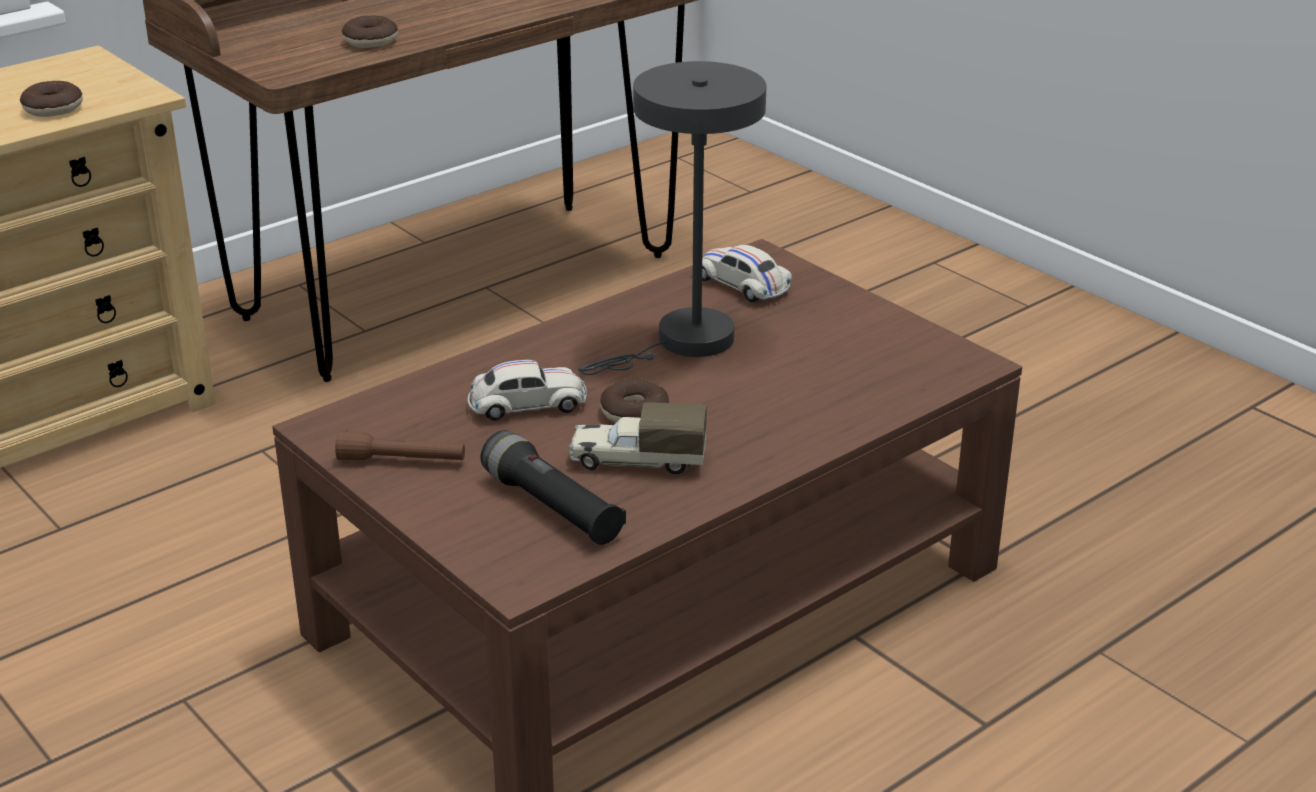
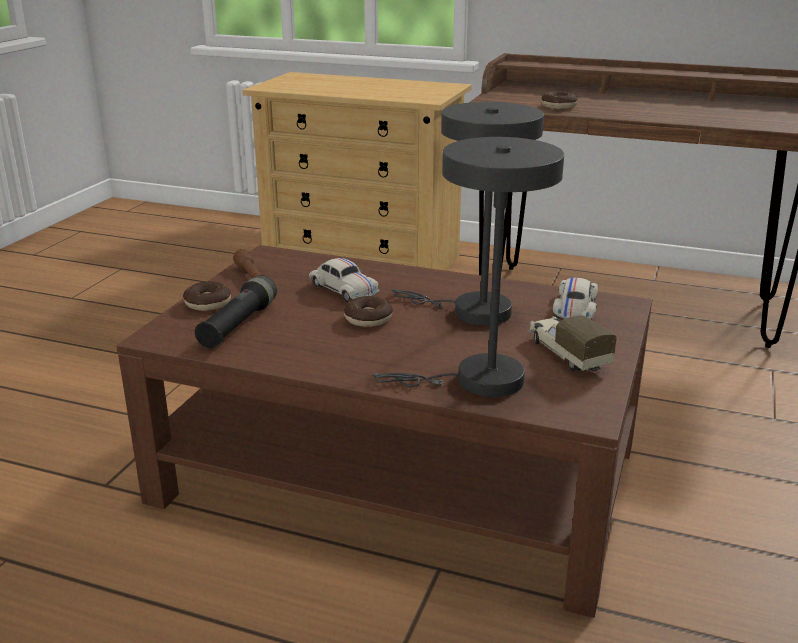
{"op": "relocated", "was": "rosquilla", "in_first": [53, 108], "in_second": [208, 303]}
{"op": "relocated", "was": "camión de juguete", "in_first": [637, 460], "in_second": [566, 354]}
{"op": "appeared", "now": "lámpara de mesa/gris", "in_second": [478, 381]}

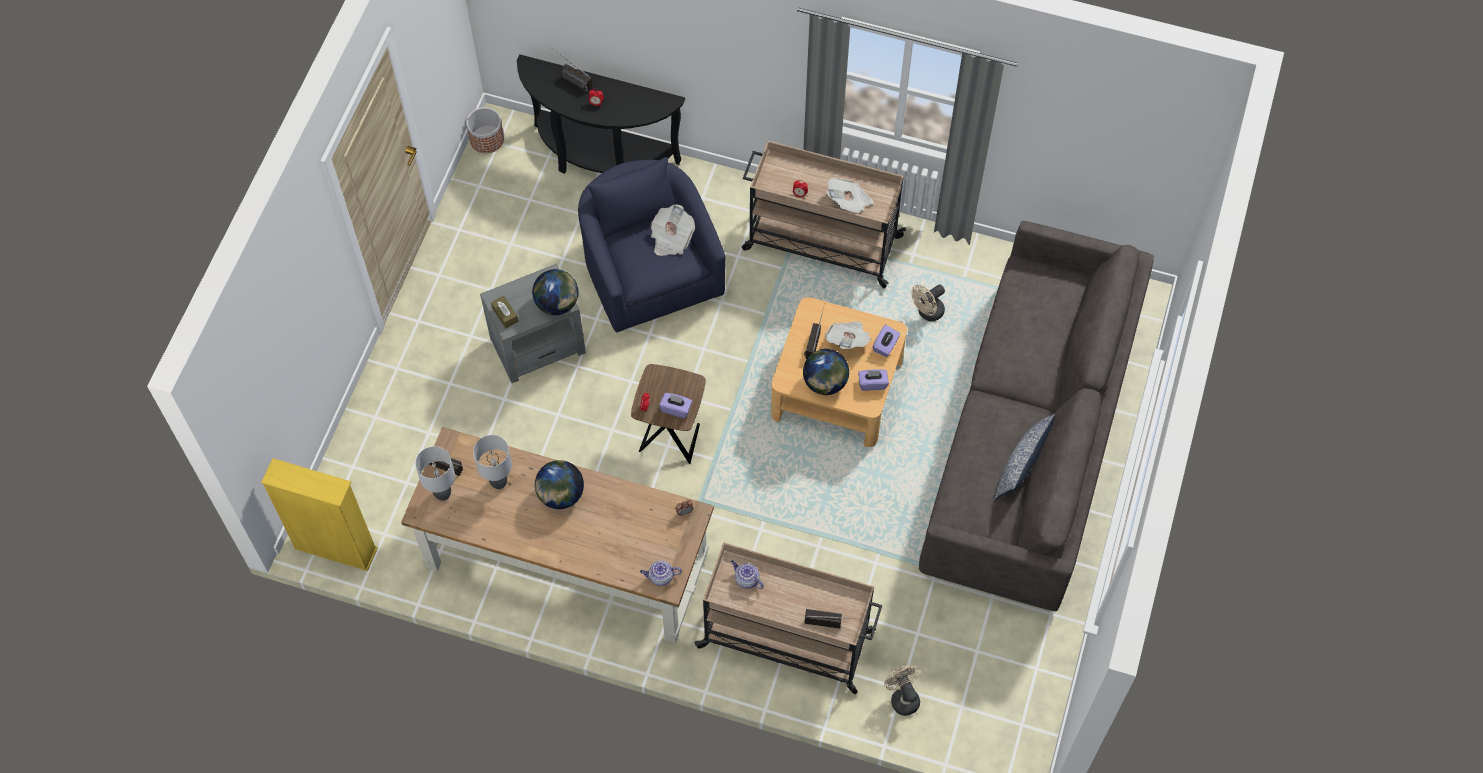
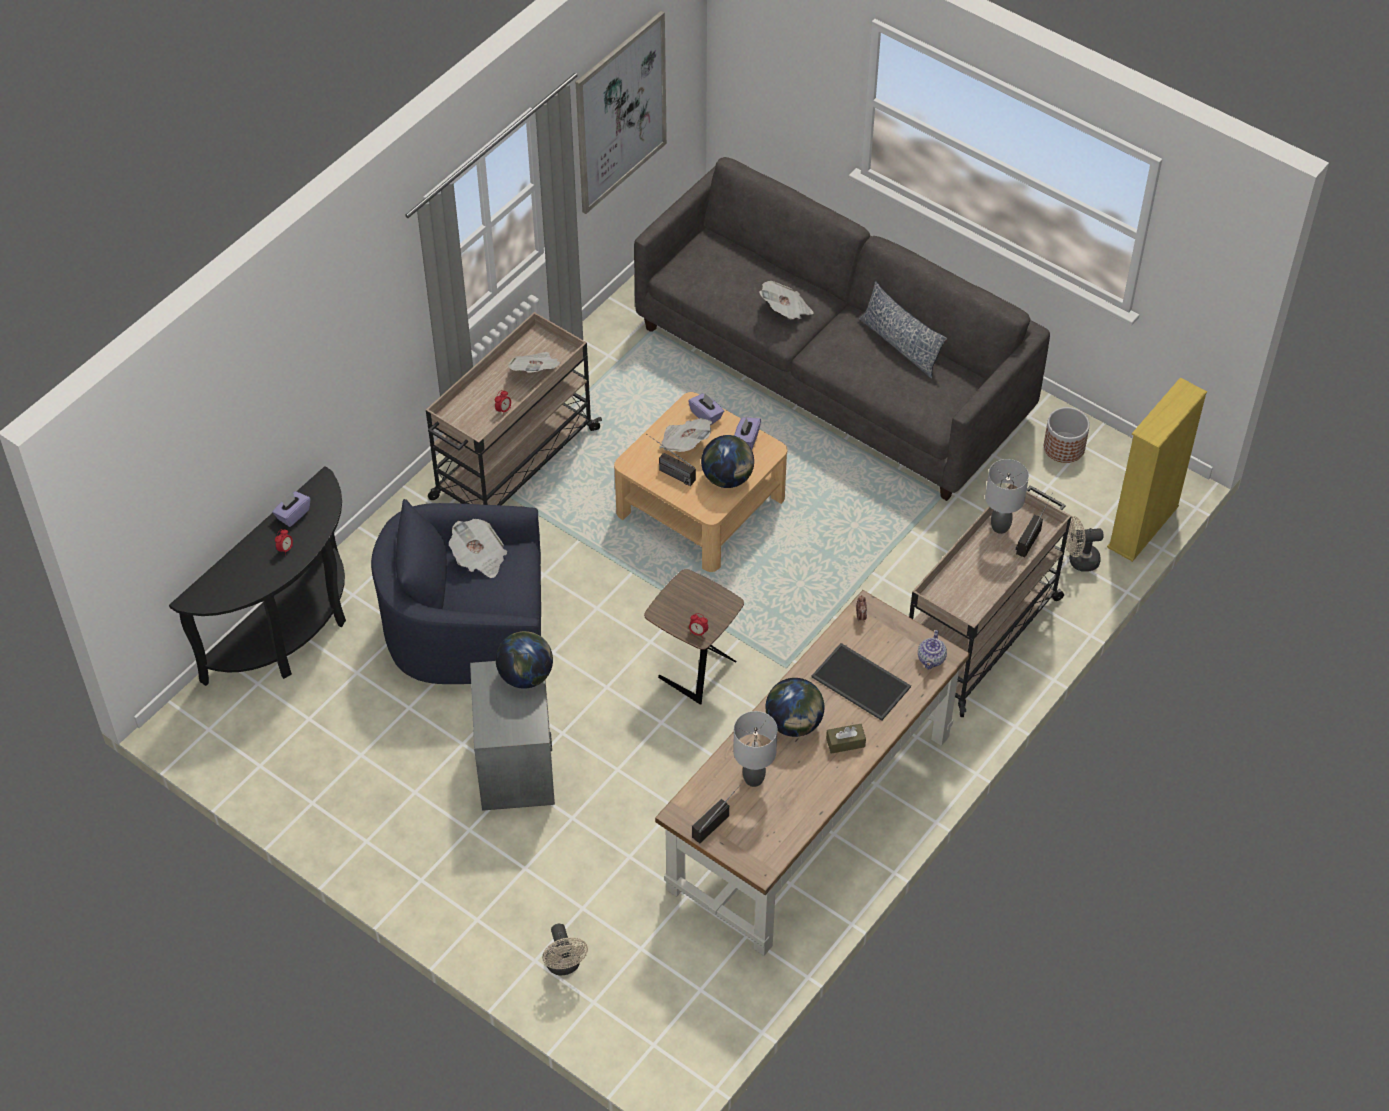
{"op": "missing", "was": "radio", "in_first": [570, 79]}
{"op": "relocated", "was": "maceta", "in_first": [487, 140], "in_second": [1064, 447]}
{"op": "relocated", "was": "ventilador/beis", "in_first": [927, 313], "in_second": [564, 966]}
{"op": "relocated", "was": "caja de pañuelos/marrón", "in_first": [505, 315], "in_second": [845, 742]}
{"op": "relocated", "was": "caja de pañuelos/morado", "in_first": [676, 409], "in_second": [293, 515]}
{"op": "relocated", "was": "lámpara de mesa/gris", "in_first": [442, 494], "in_second": [1000, 527]}
{"op": "relocated", "was": "estantería/amarillo", "in_first": [335, 548], "in_second": [1143, 527]}
{"op": "missing", "was": "tetera", "in_first": [746, 579]}
{"op": "appeared", "now": "cuadro", "in_second": [620, 112]}
{"op": "appeared", "now": "periódico", "in_second": [786, 311]}
{"op": "appeared", "now": "bandeja", "in_second": [862, 681]}

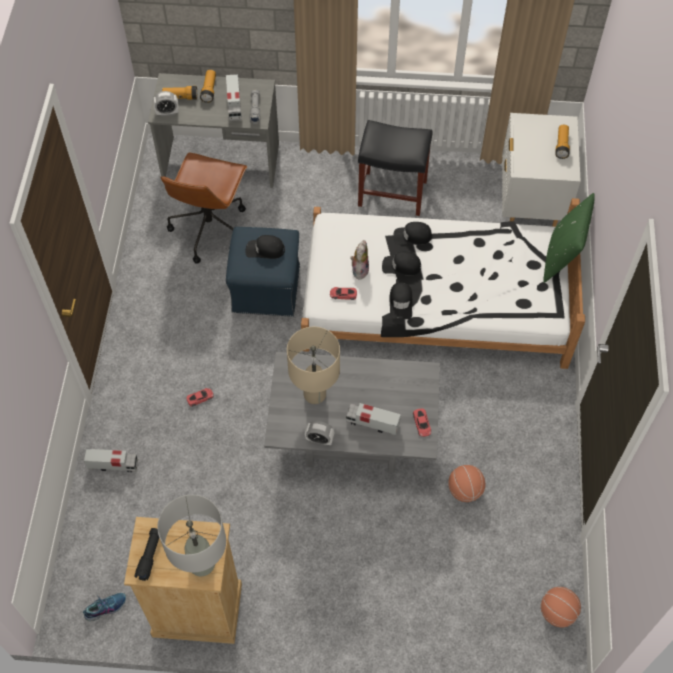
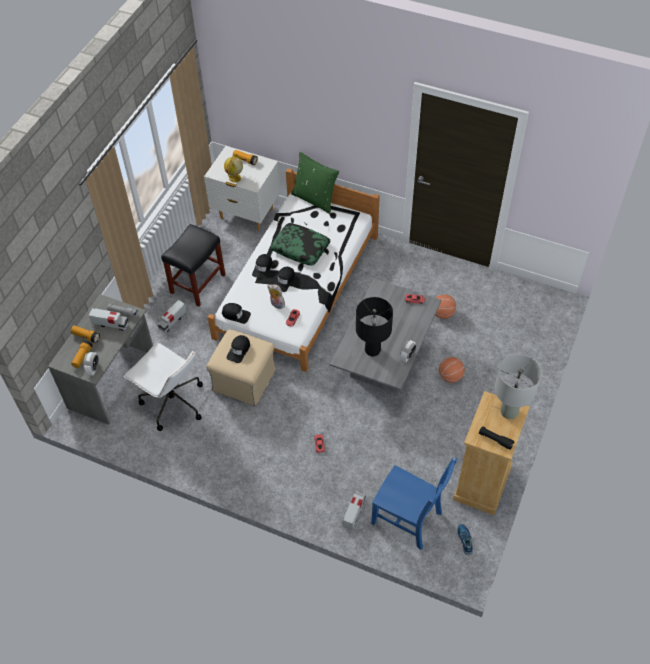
{"op": "colour", "was": "silla de oficina/marrón", "now": "silla de oficina/blanco", "in_first": [210, 228], "in_second": [172, 402]}
{"op": "colour", "was": "puf/azul", "now": "puf/beis", "in_first": [266, 289], "in_second": [244, 380]}
{"op": "relocated", "was": "gorra/negro", "in_first": [401, 303], "in_second": [236, 315]}
{"op": "colour", "was": "lámpara de mesa/beis", "now": "lámpara de mesa/negro", "in_first": [314, 394], "in_second": [372, 350]}
{"op": "relocated", "was": "camión de juguete", "in_first": [372, 423], "in_second": [172, 321]}
{"op": "relocated", "was": "balón de baloncesto", "in_first": [557, 612], "in_second": [450, 376]}
{"op": "appeared", "now": "globo terráqueo", "in_second": [235, 178]}
{"op": "appeared", "now": "cojín", "in_second": [300, 248]}
{"op": "appeared", "now": "silla/azul", "in_second": [409, 519]}

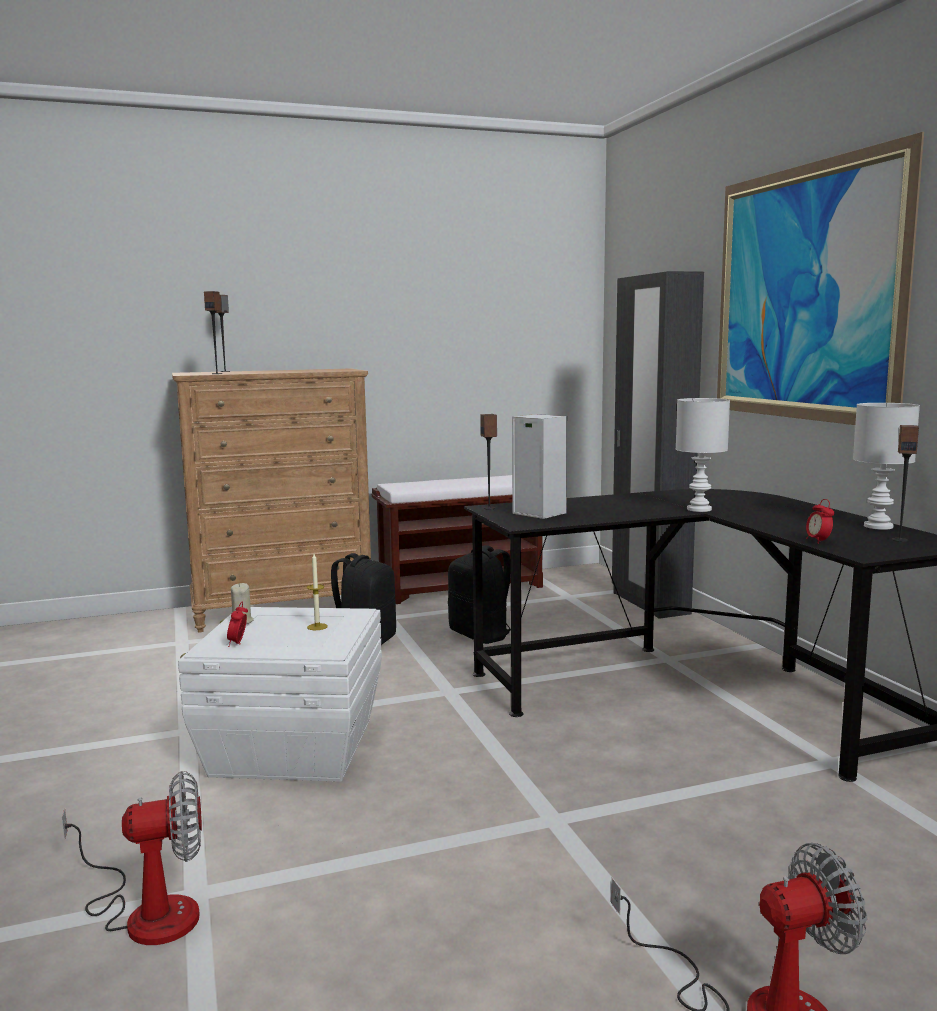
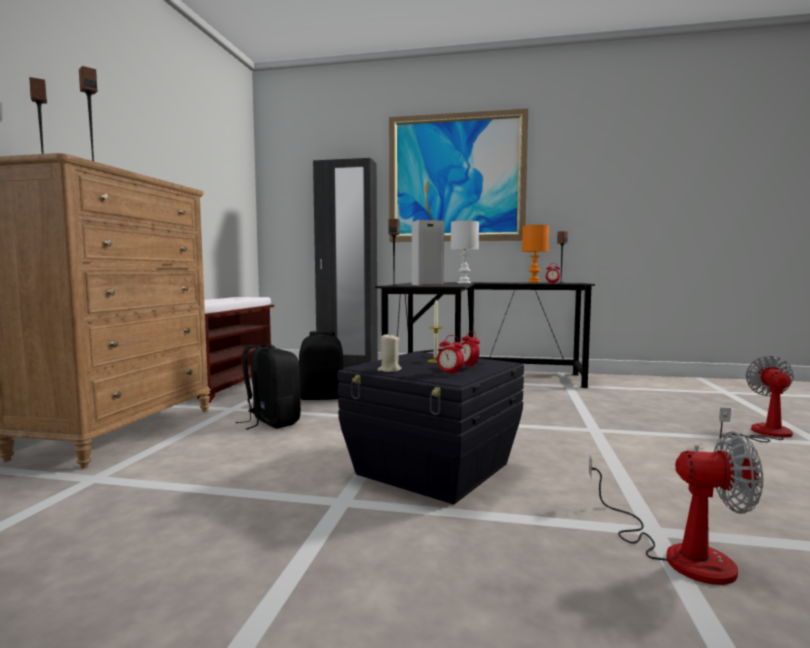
{"op": "colour", "was": "lámpara de mesa/blanco", "now": "lámpara de mesa/naranja", "in_first": [877, 526], "in_second": [533, 282]}
{"op": "colour", "was": "caja de almacenaje/blanco", "now": "caja de almacenaje/negro", "in_first": [291, 748], "in_second": [433, 469]}
{"op": "spun", "was": "ventilador", "in_first": [147, 911], "in_second": [678, 553], "clockwise": 90}
{"op": "appeared", "now": "despertador", "in_second": [468, 367]}

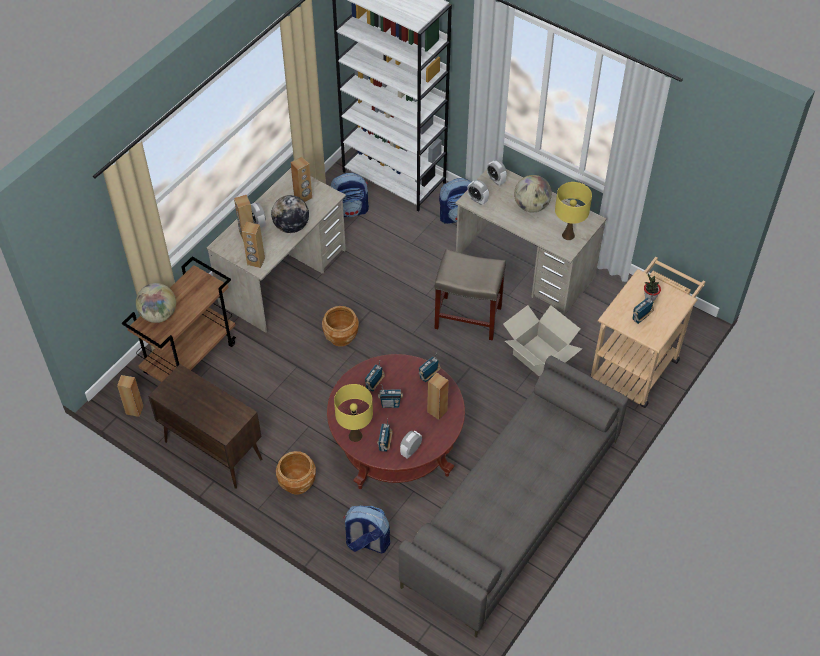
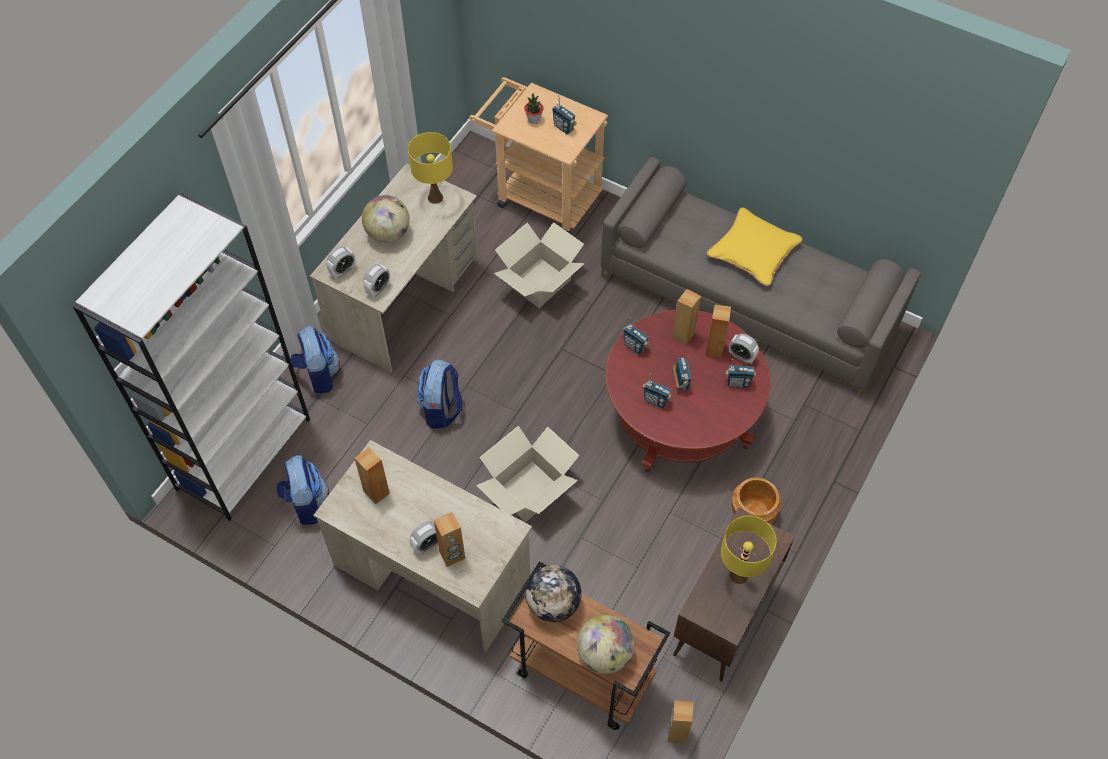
{"op": "relocated", "was": "globo terráqueo", "in_first": [291, 226], "in_second": [553, 604]}
{"op": "relocated", "was": "altavoz/marrón", "in_first": [256, 262], "in_second": [714, 349]}
{"op": "missing", "was": "taburete/beis", "in_first": [467, 317]}
{"op": "exchanged", "was": "maceta/marrón", "now": "caja de cartón", "in_first": [341, 336], "in_second": [528, 490]}
{"op": "relocated", "was": "lámpara de mesa/amarillo", "in_first": [355, 435], "in_second": [738, 575]}
{"op": "relocated", "was": "mochila", "in_first": [367, 542], "in_second": [441, 409]}
{"op": "appeared", "now": "cojín/amarillo", "in_second": [753, 251]}

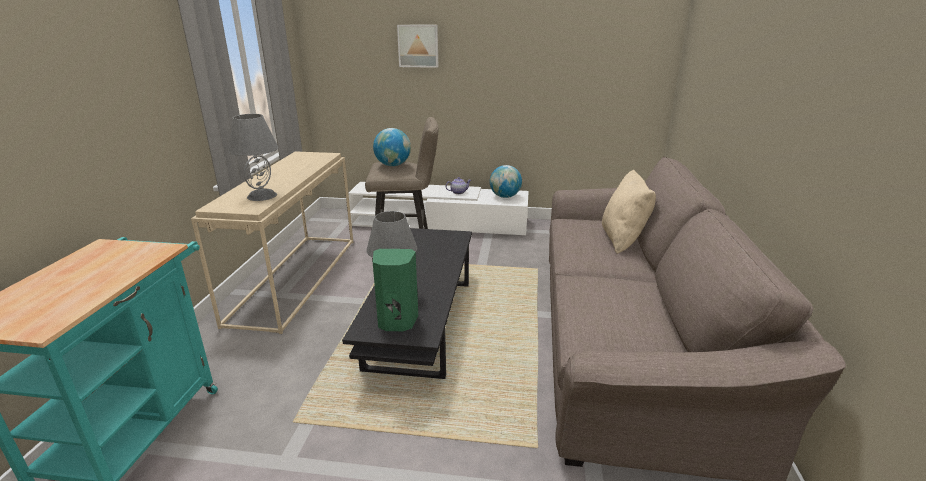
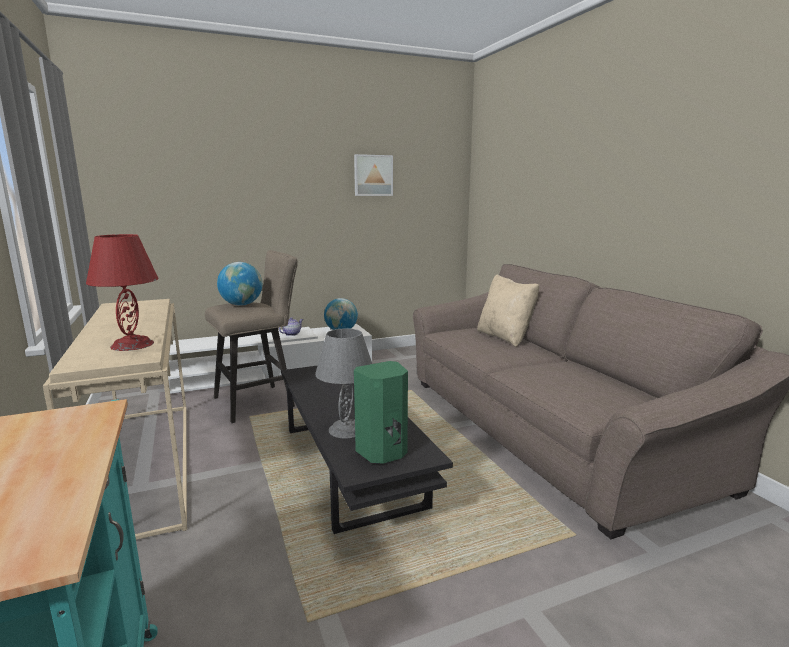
{"op": "relocated", "was": "cuadro", "in_first": [418, 46], "in_second": [373, 175]}
{"op": "colour", "was": "lámpara de mesa/gris", "now": "lámpara de mesa/rojo", "in_first": [262, 195], "in_second": [132, 344]}

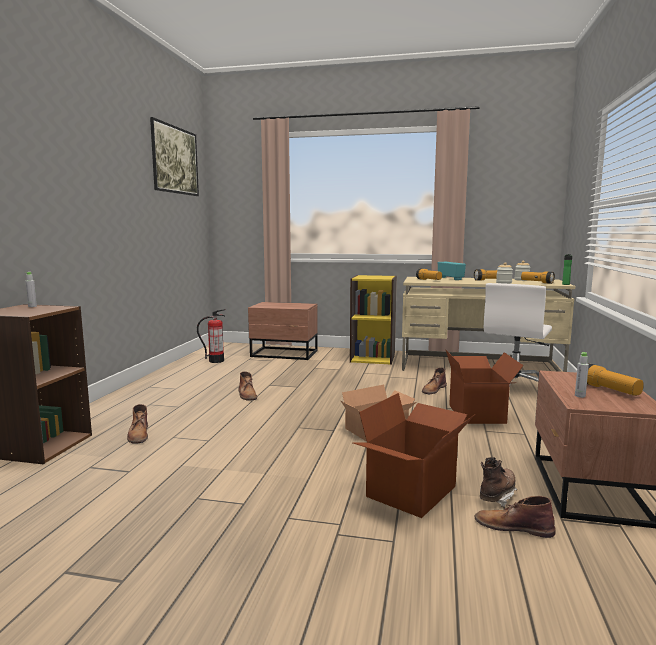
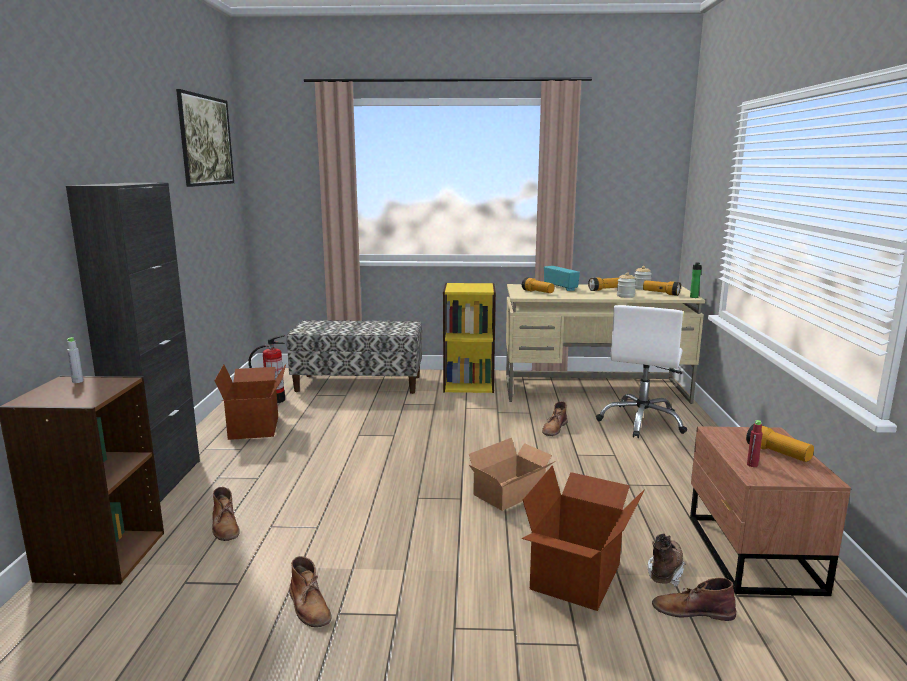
{"op": "exchanged", "was": "mesita de noche/marrón", "now": "banco", "in_first": [285, 354], "in_second": [359, 384]}
{"op": "relocated", "was": "caja de cartón", "in_first": [478, 414], "in_second": [255, 427]}
{"op": "colour", "was": "botella/gris", "now": "botella/rojo", "in_first": [580, 396], "in_second": [752, 465]}
{"op": "relocated", "was": "bota/marrón", "in_first": [247, 395], "in_second": [309, 606]}
{"op": "appeared", "now": "armario/negro", "in_second": [160, 481]}

